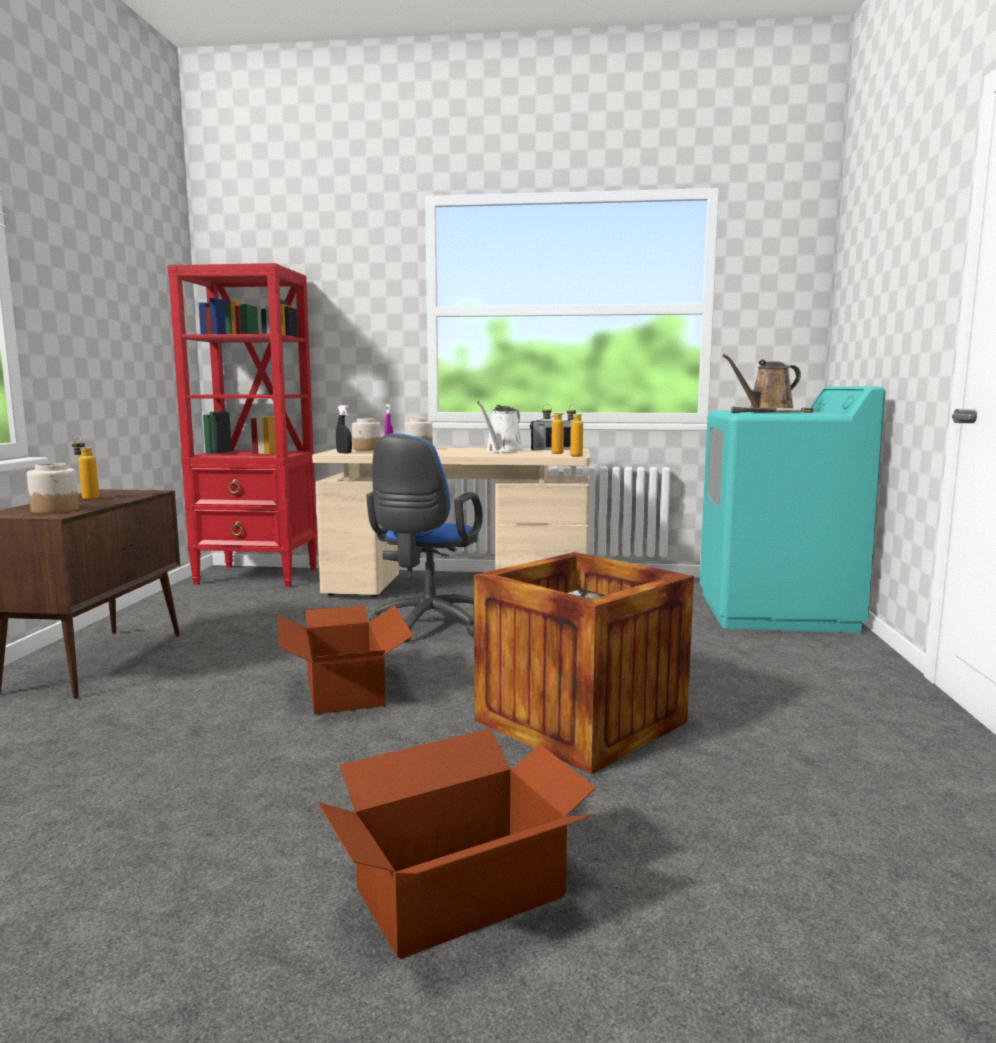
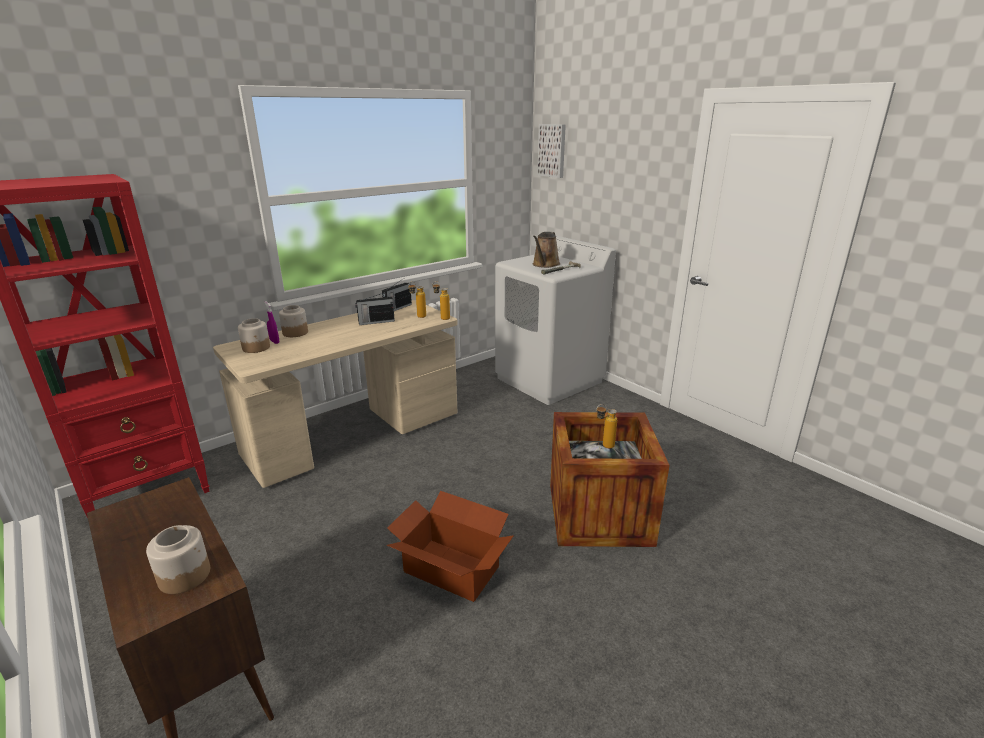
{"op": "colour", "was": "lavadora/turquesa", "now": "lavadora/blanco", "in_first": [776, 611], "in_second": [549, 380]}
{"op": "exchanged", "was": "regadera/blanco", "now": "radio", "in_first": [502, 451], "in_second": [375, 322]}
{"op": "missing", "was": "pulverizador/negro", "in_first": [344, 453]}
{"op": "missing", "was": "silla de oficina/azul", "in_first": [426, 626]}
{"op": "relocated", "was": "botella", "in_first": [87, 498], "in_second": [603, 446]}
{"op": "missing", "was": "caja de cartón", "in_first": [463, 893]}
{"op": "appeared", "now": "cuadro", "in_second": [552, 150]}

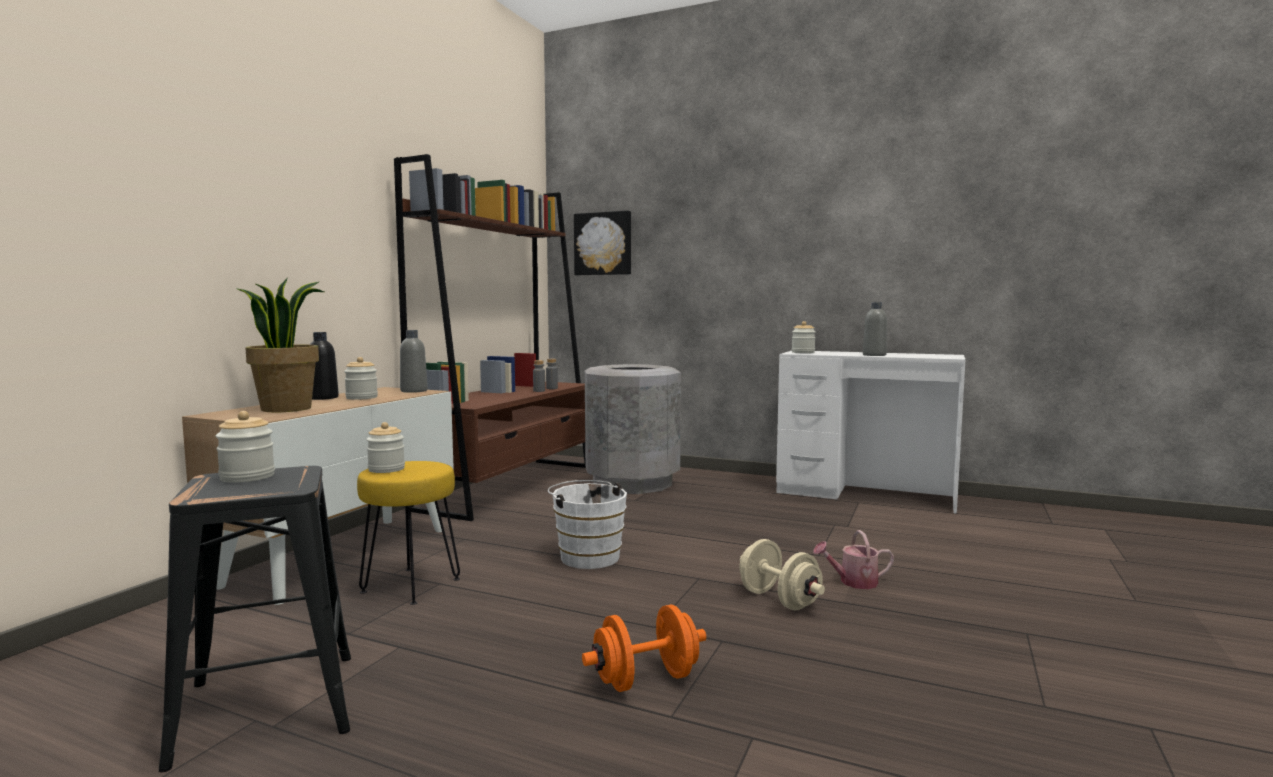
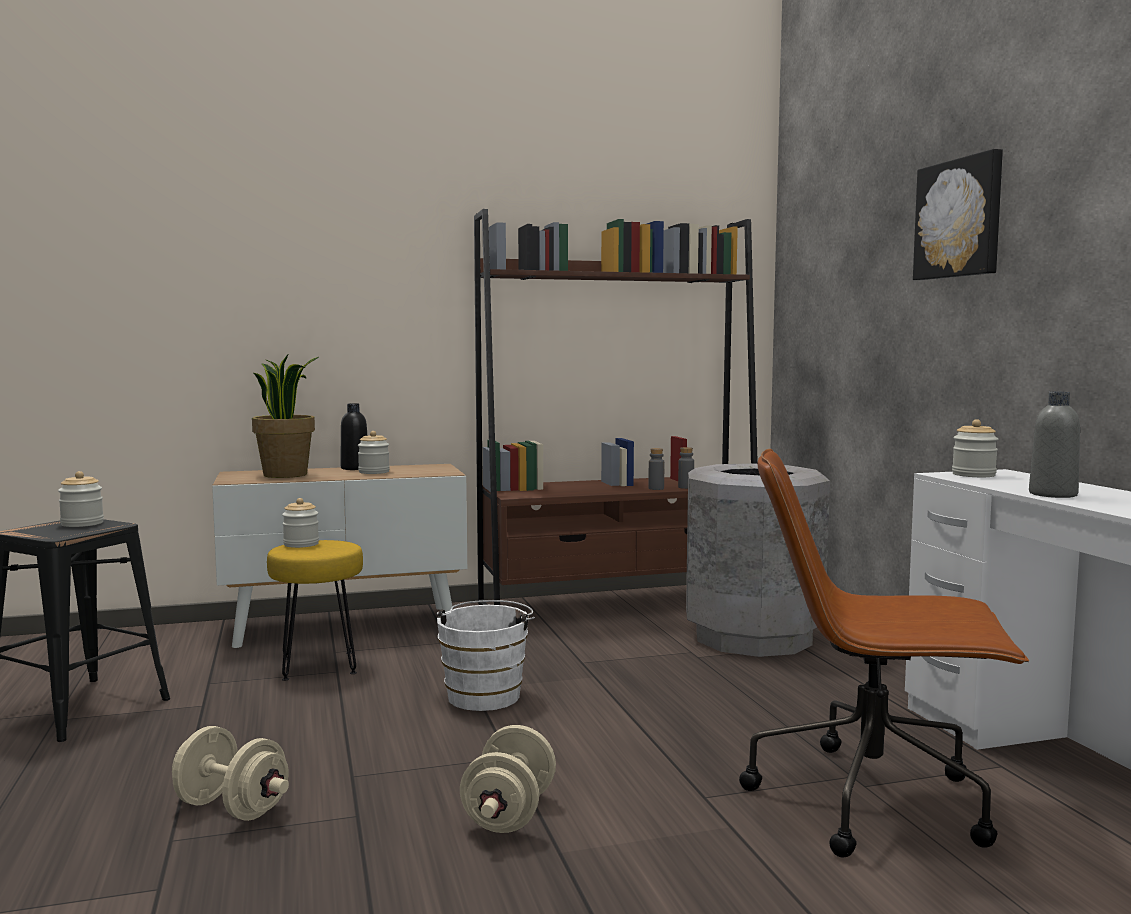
{"op": "relocated", "was": "cuadro", "in_first": [603, 244], "in_second": [960, 219]}
{"op": "missing", "was": "botella/gris", "in_first": [414, 391]}
{"op": "missing", "was": "regadera", "in_first": [853, 582]}
{"op": "colour", "was": "mancuerna/naranja", "now": "mancuerna/beis", "in_first": [645, 680], "in_second": [231, 808]}
{"op": "appeared", "now": "silla de oficina/marrón", "in_second": [873, 800]}

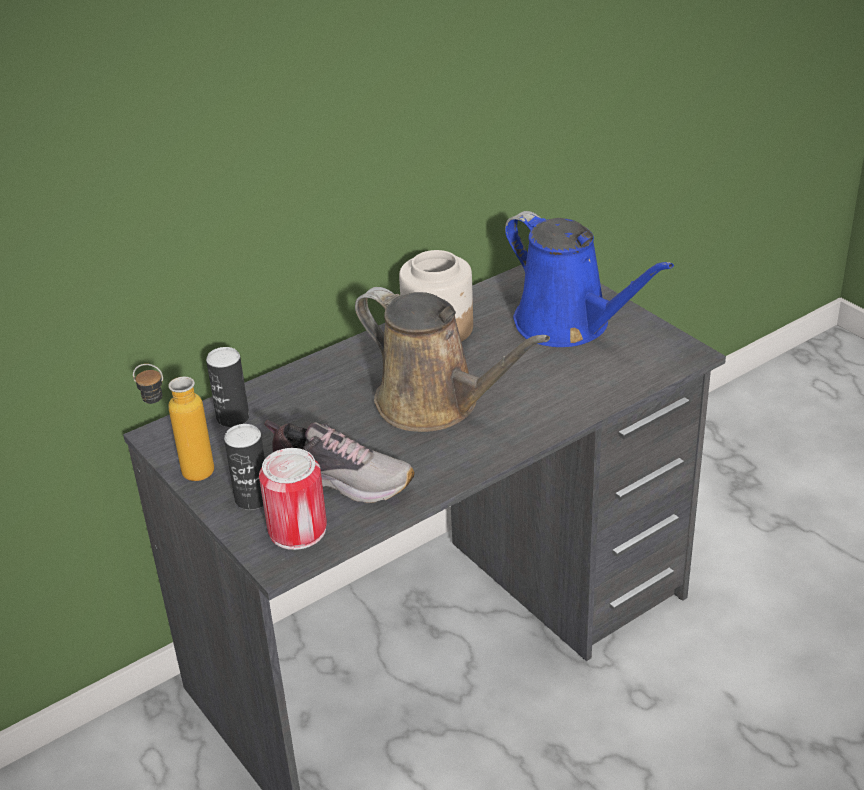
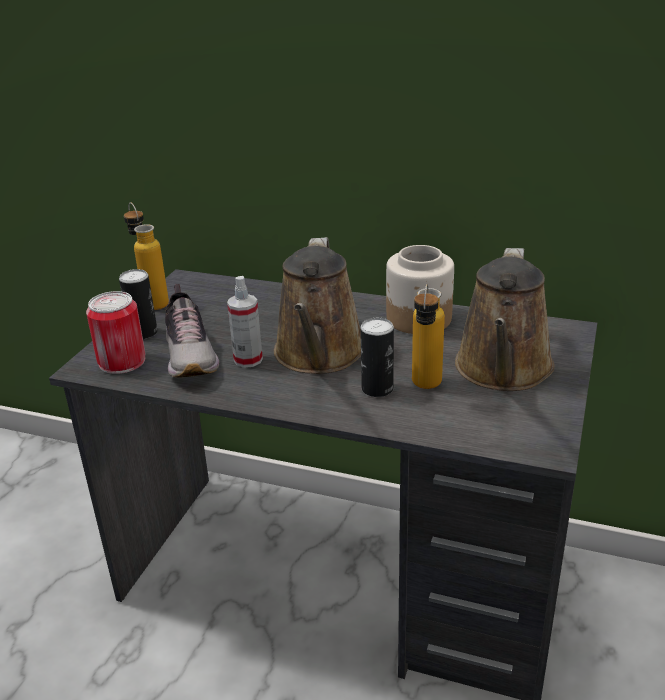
{"op": "colour", "was": "regadera/azul", "now": "regadera/marrón", "in_first": [569, 325], "in_second": [503, 370]}
{"op": "relocated", "was": "lata", "in_first": [233, 418], "in_second": [377, 389]}
{"op": "appeared", "now": "pulverizador", "in_second": [248, 360]}
{"op": "appeared", "now": "botella", "in_second": [425, 389]}

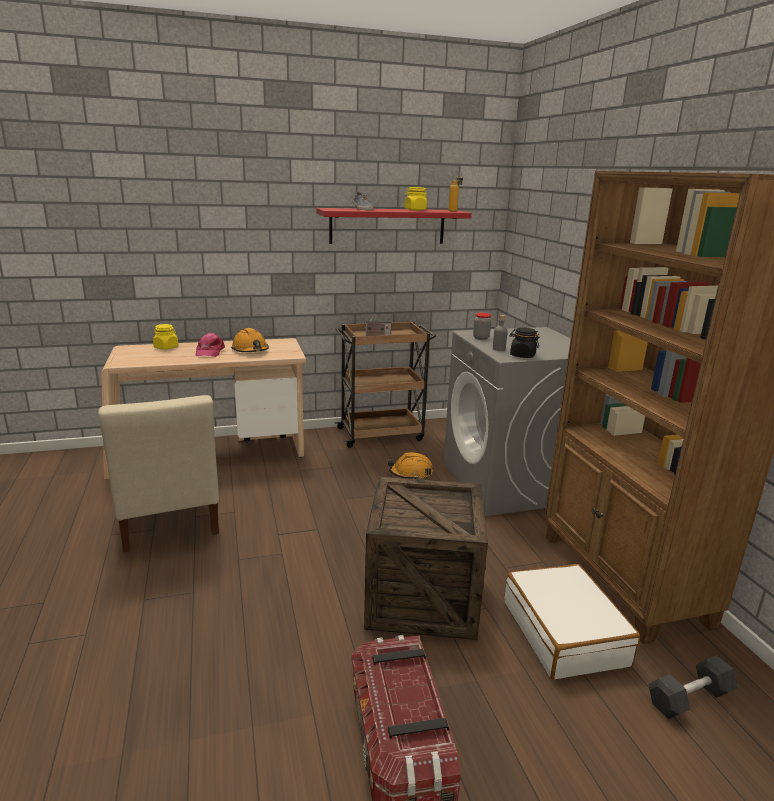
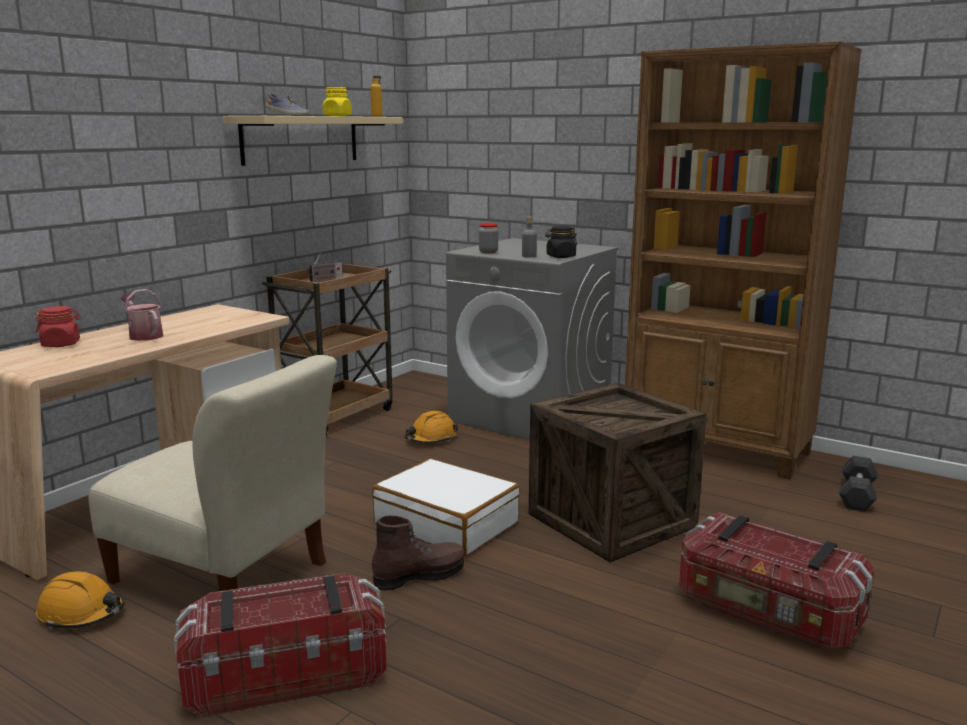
{"op": "colour", "was": "estante/rojo", "now": "estante/beis", "in_first": [387, 226], "in_second": [301, 139]}
{"op": "colour", "was": "tarro/amarillo", "now": "tarro/rojo", "in_first": [166, 347], "in_second": [61, 344]}
{"op": "relocated", "was": "casco/naranja", "in_first": [250, 350], "in_second": [82, 613]}
{"op": "exchanged", "was": "gorra/rosa", "now": "regadera", "in_first": [209, 352], "in_second": [144, 335]}
{"op": "relocated", "was": "maleta/blanco", "in_first": [564, 633], "in_second": [447, 523]}
{"op": "appeared", "now": "bota/marrón", "in_second": [419, 575]}
{"op": "appeared", "now": "caja de almacenaje", "in_second": [286, 675]}

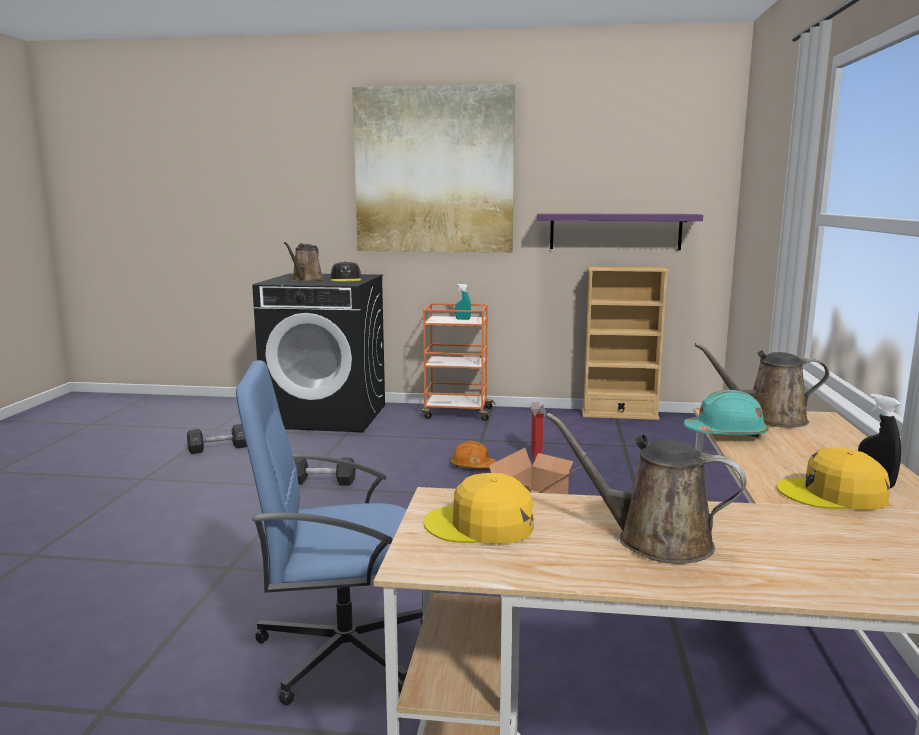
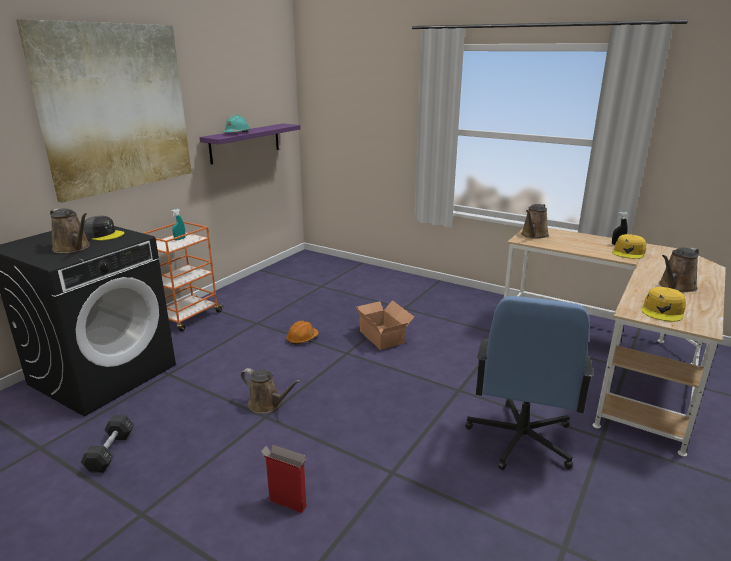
{"op": "missing", "was": "estantería/beis", "in_first": [619, 415]}
{"op": "relocated", "was": "casco/turquesa", "in_first": [726, 434], "in_second": [236, 133]}
{"op": "relocated", "was": "caja de cartón", "in_first": [536, 456], "in_second": [287, 503]}
{"op": "exchanged", "was": "mancuerna/negro", "now": "regadera/marrón", "in_first": [322, 482], "in_second": [267, 404]}

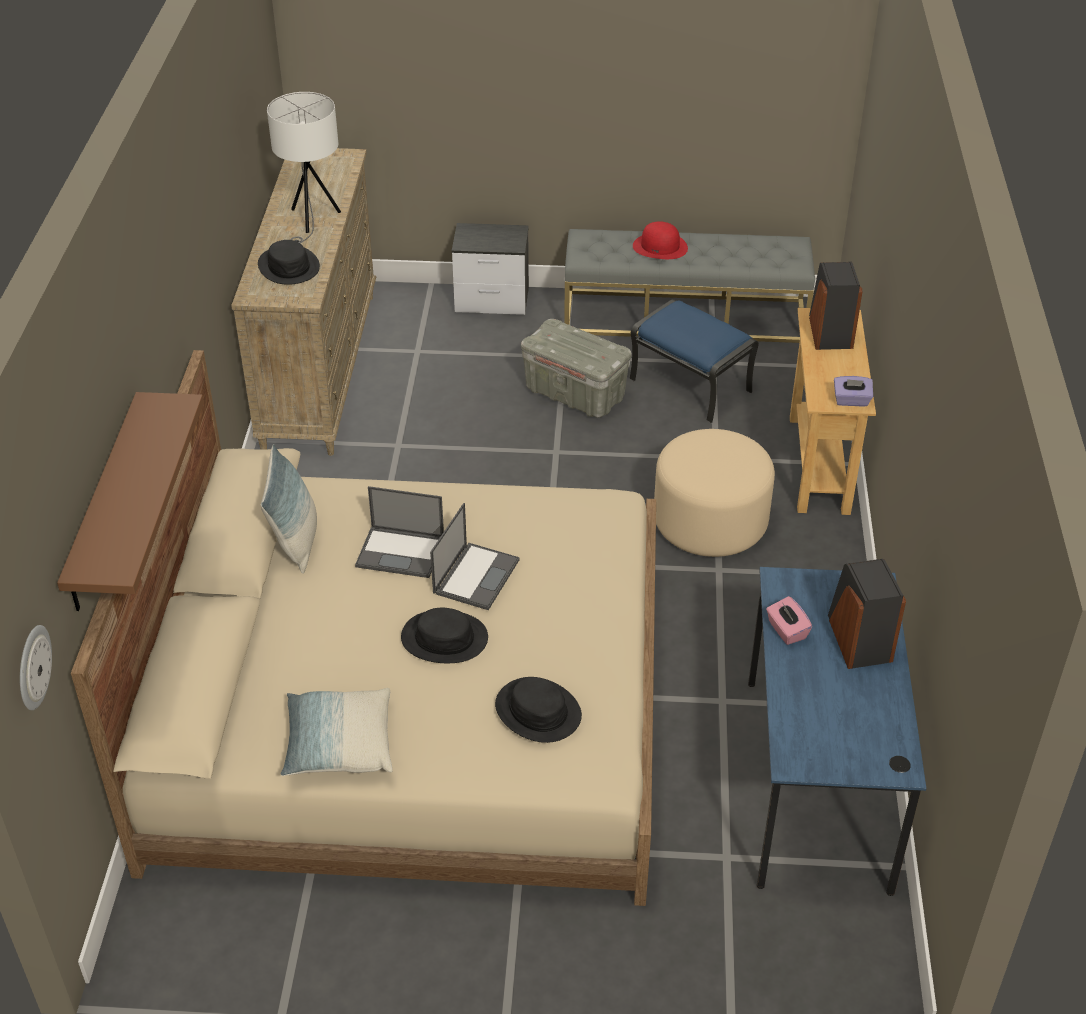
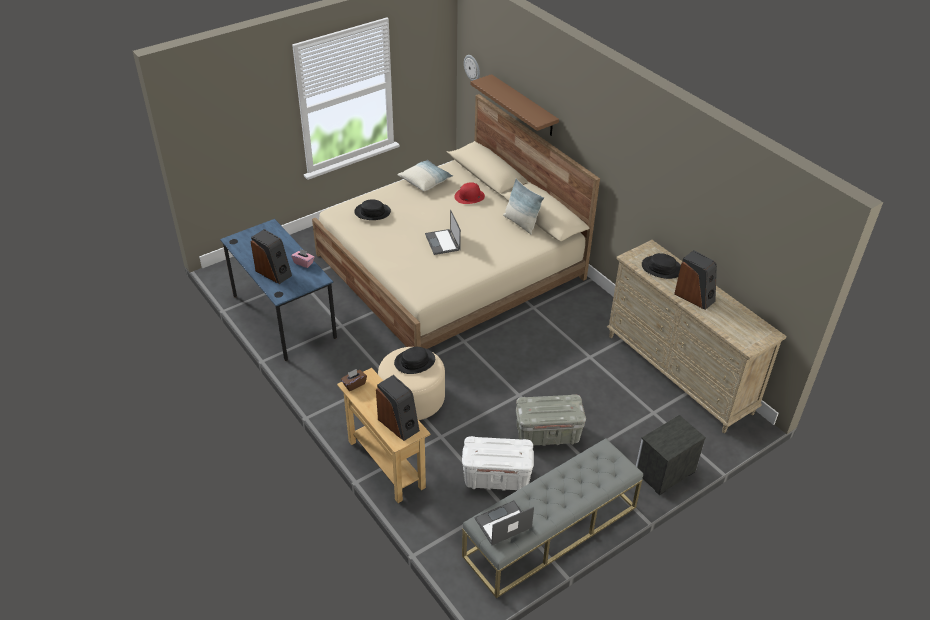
{"op": "exchanged", "was": "lámpara de mesa/blanco", "now": "altavoz", "in_first": [312, 221], "in_second": [694, 297]}
{"op": "relocated", "was": "sombrero/rojo", "in_first": [660, 247], "in_second": [469, 196]}
{"op": "exchanged", "was": "puf/azul", "now": "caja de almacenaje/blanco", "in_first": [691, 385], "in_second": [496, 478]}
{"op": "colour", "was": "caja de pañuelos/morado", "now": "caja de pañuelos/marrón", "in_first": [851, 401], "in_second": [354, 384]}
{"op": "relocated", "was": "portátil", "in_first": [401, 552], "in_second": [502, 523]}
{"op": "relocated", "was": "sombrero/negro", "in_first": [444, 638], "in_second": [414, 362]}

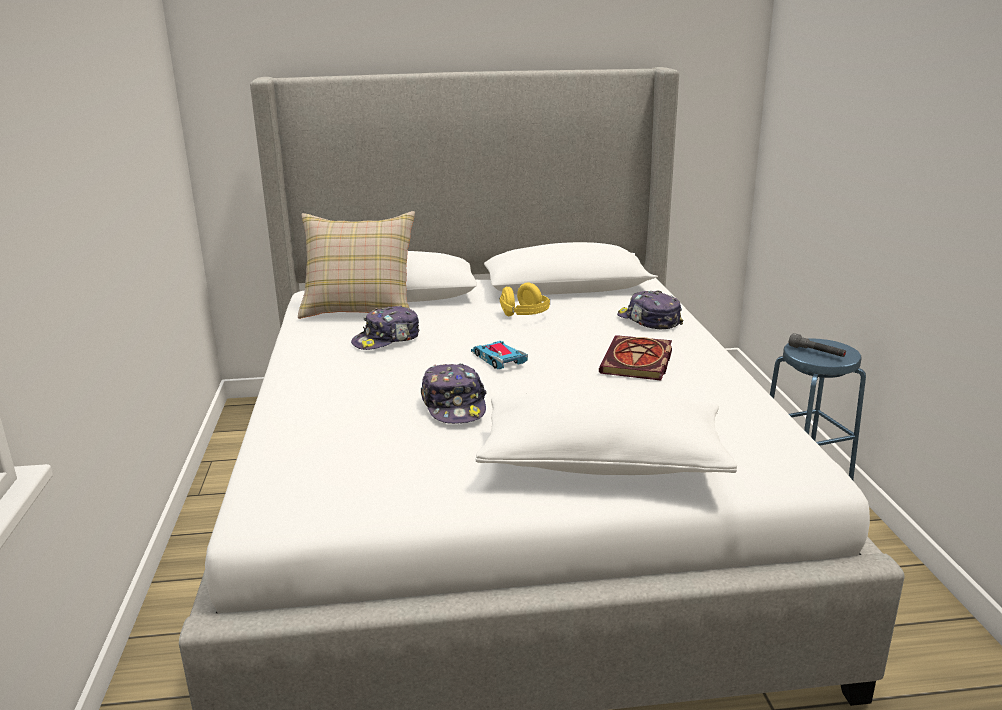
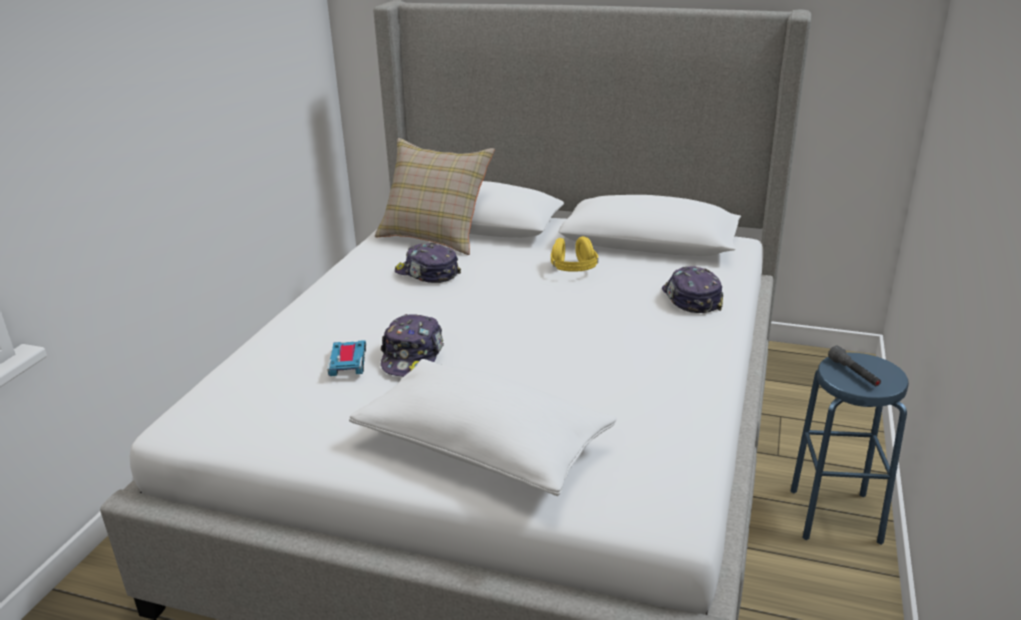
{"op": "spun", "was": "gorra", "in_first": [387, 340], "in_second": [427, 274], "clockwise": 45}
{"op": "missing", "was": "libro", "in_first": [638, 362]}
{"op": "relocated", "was": "coche de juguete", "in_first": [498, 359], "in_second": [348, 362]}

